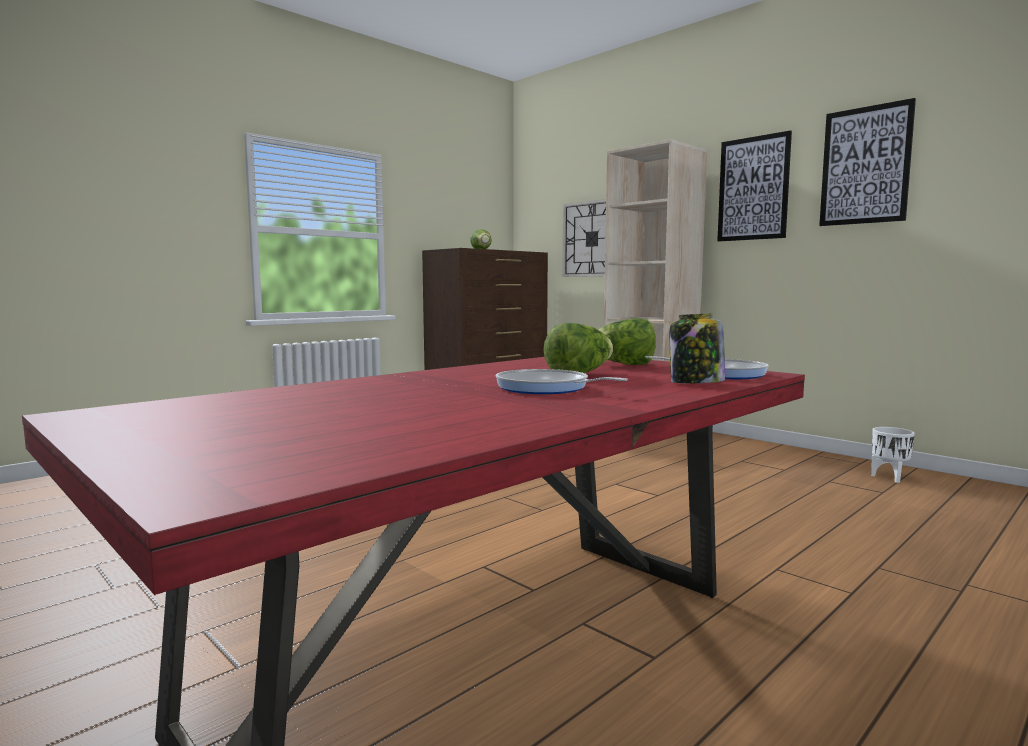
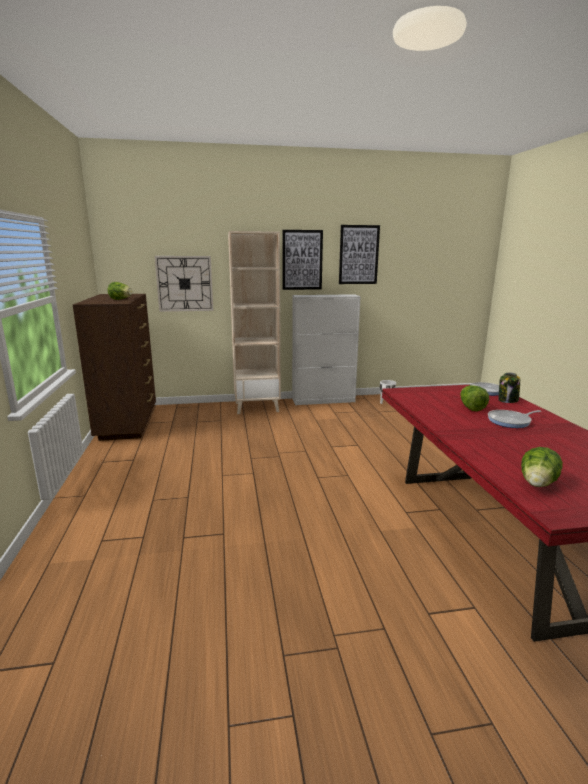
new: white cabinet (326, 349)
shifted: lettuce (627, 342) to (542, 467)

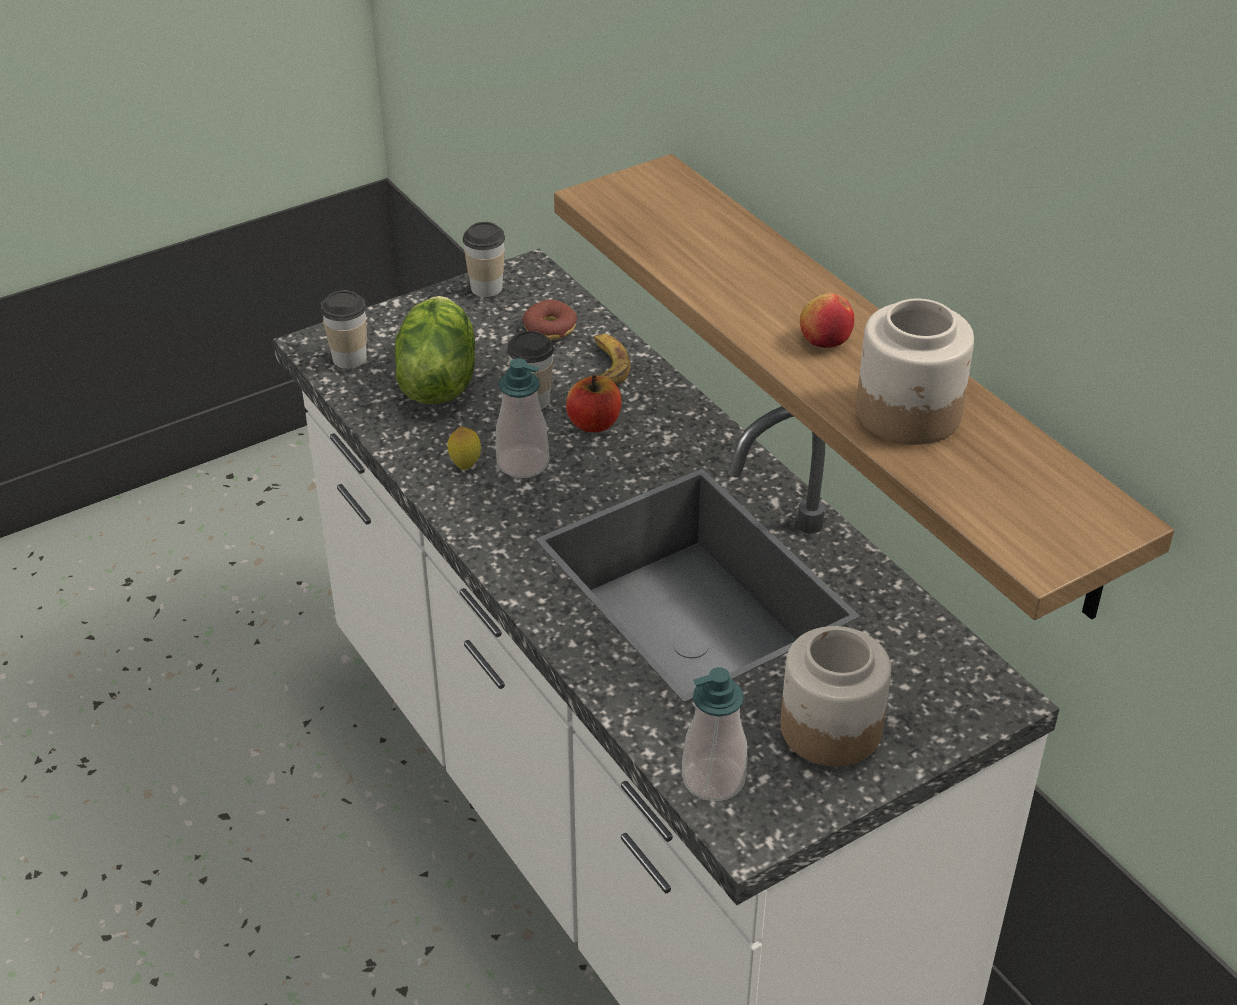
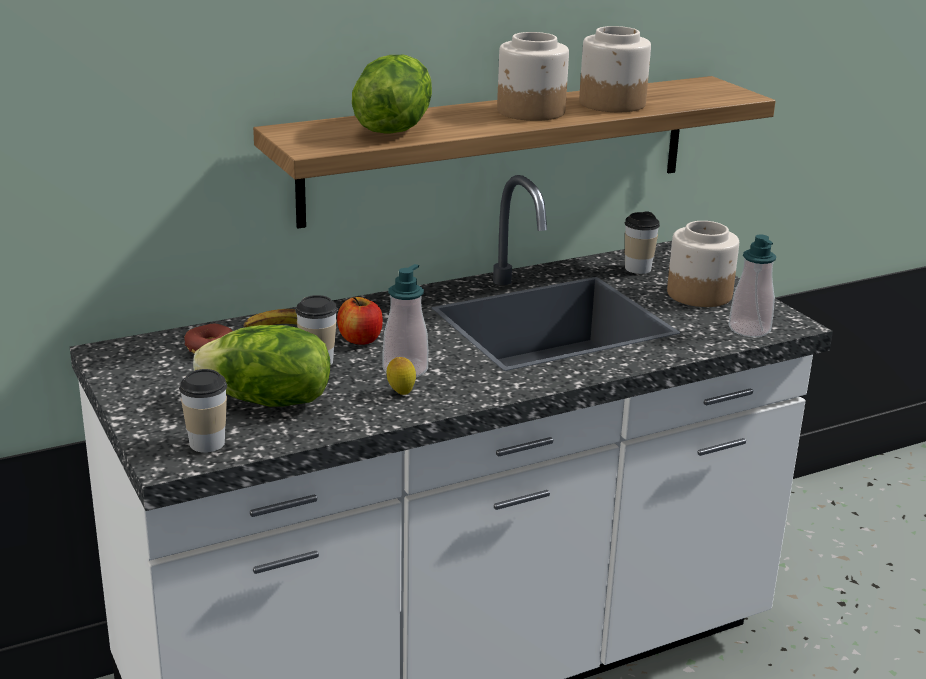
new: lettuce (392, 94)
shifted: cup (483, 259) to (642, 242)
swapped: apple (827, 320) to jar (533, 76)

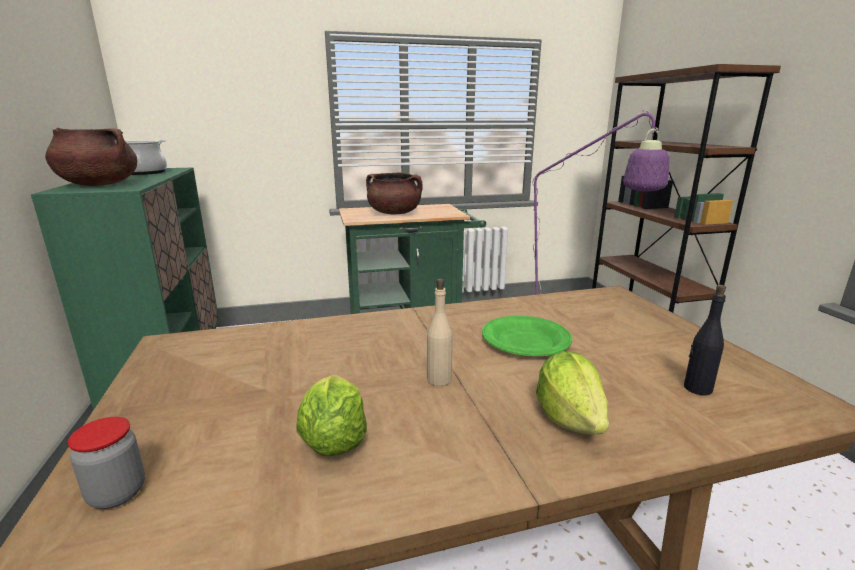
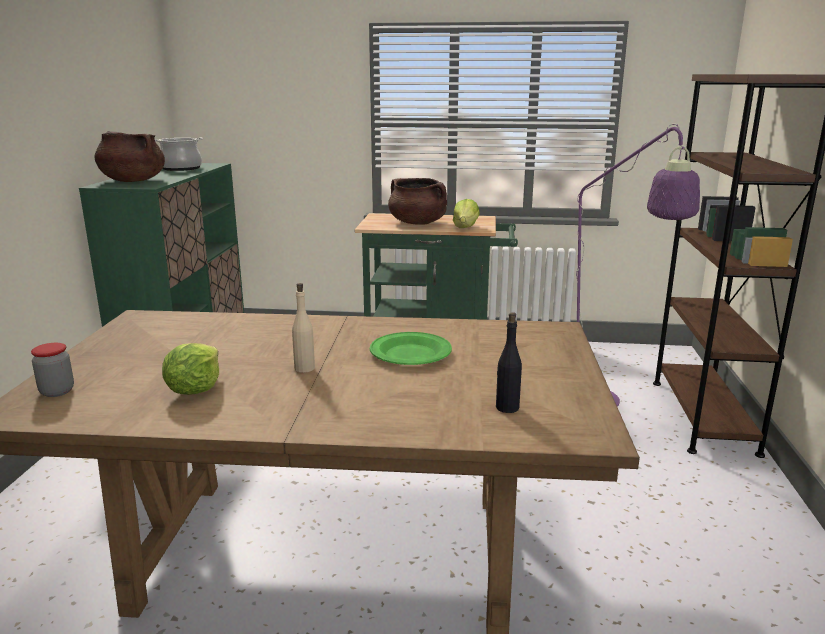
shifted: lettuce (572, 392) to (466, 213)

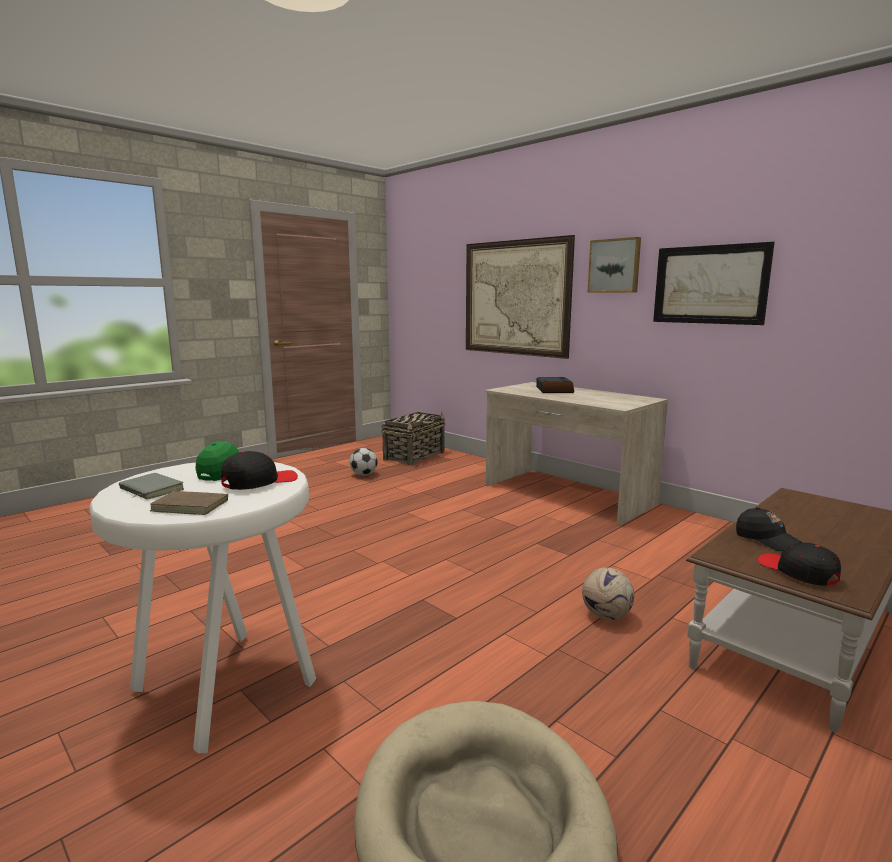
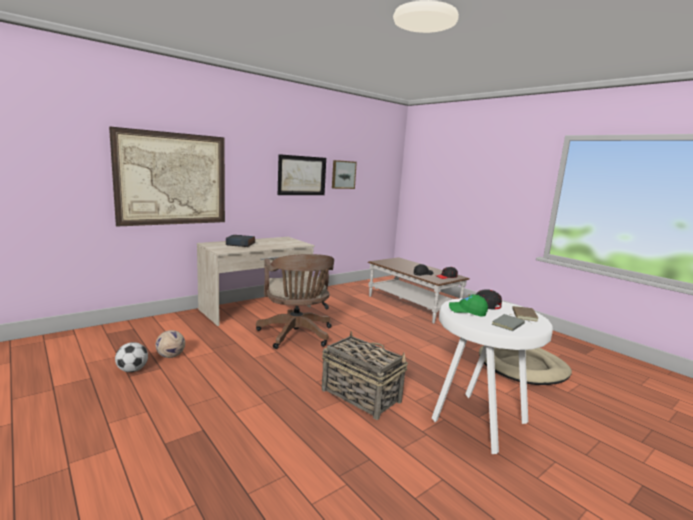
new: brown office chair (295, 301)
shifted: picture (614, 265) to (344, 174); basket (413, 438) to (365, 375); football (608, 593) to (170, 344)

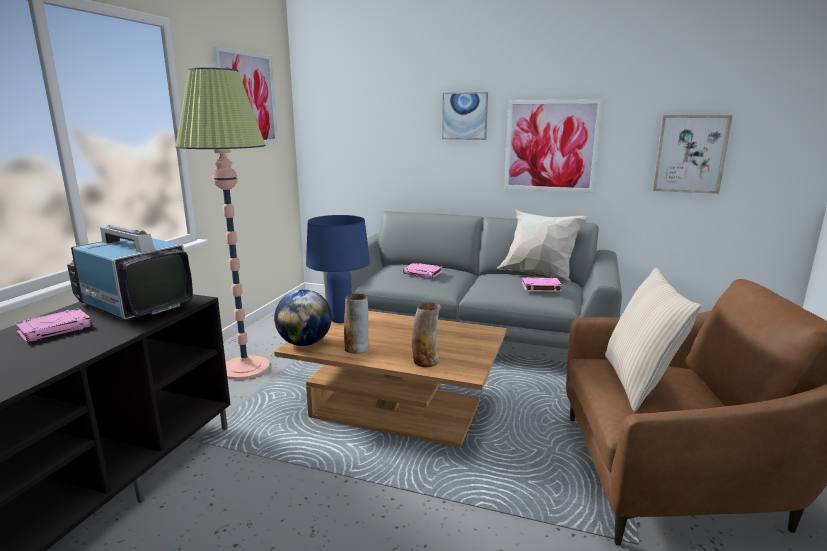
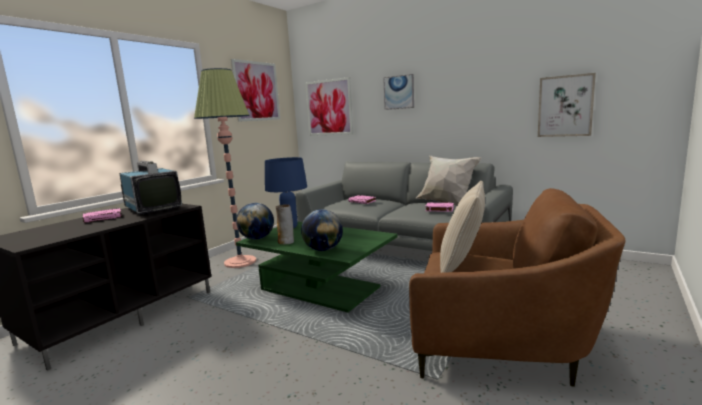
shifted: picture (553, 146) to (329, 106)
swapped: vase (426, 334) to globe (322, 230)
repainted: brown coffee table (390, 379) to green coffee table (317, 267)

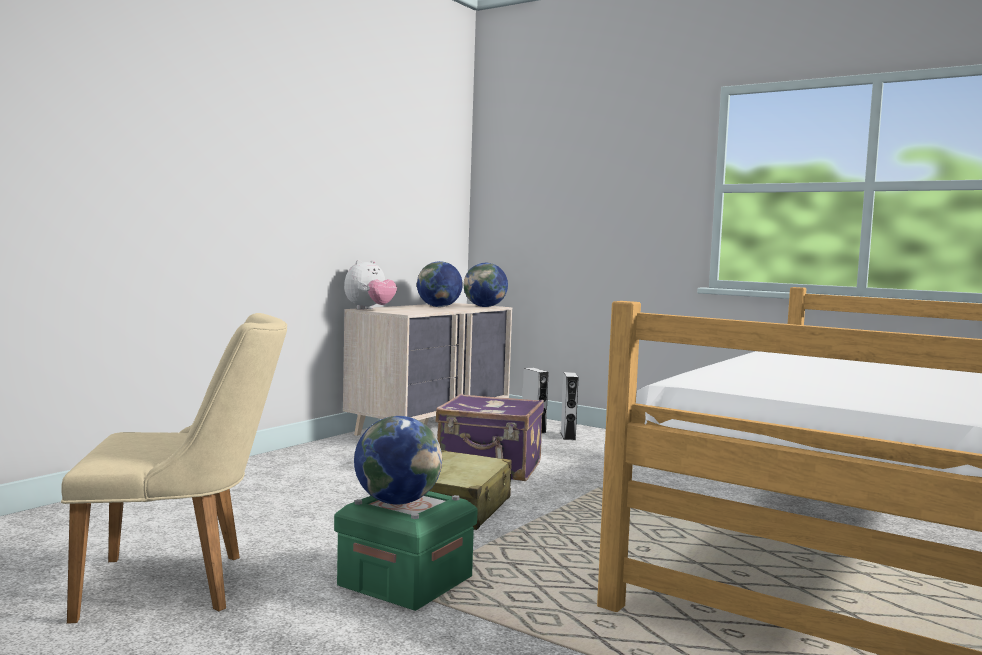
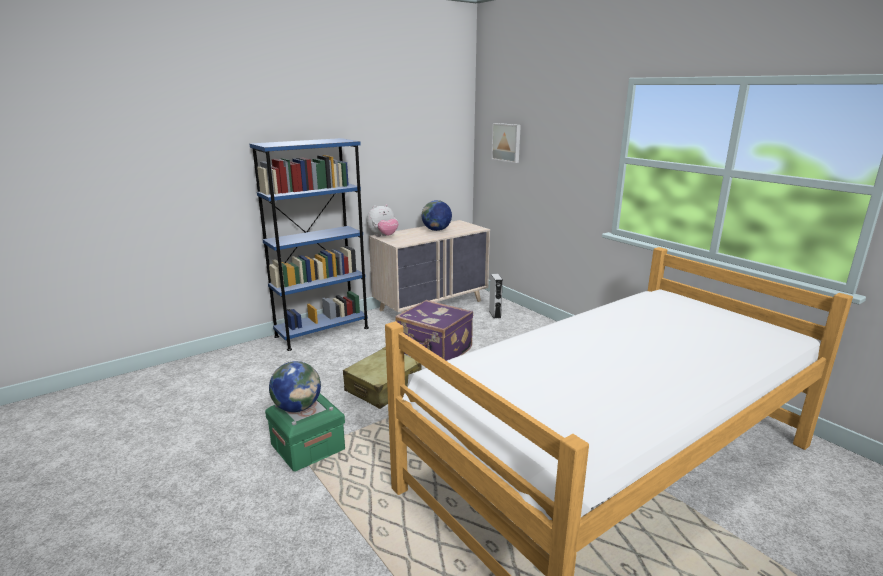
gone: globe (486, 285); beige chair (174, 468); grey speaker (570, 406)
new: picture (506, 143); blue bookcase (309, 244)

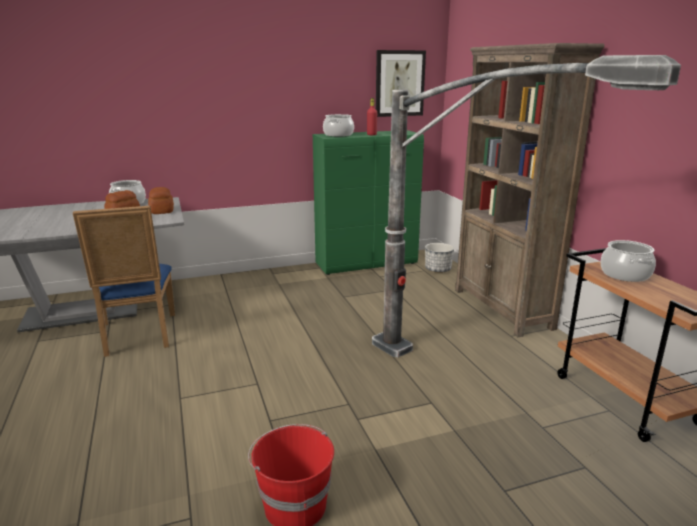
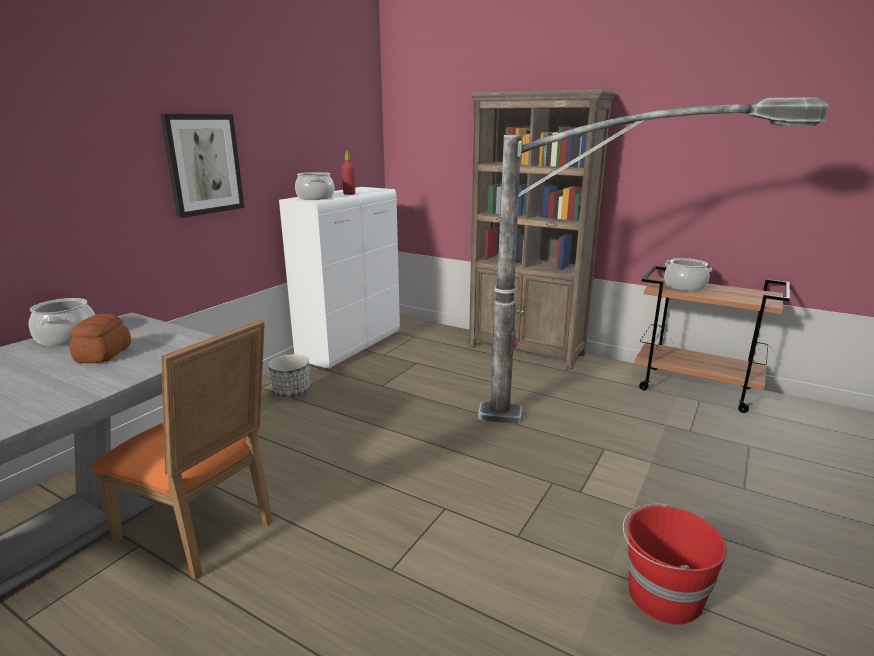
gone: bread (161, 200)
shifted: picture (401, 83) to (202, 166); planter (439, 258) to (288, 375)
repainted: green cabinet (368, 202) to white cabinet (339, 278); blue chair (124, 281) to orange chair (181, 450)

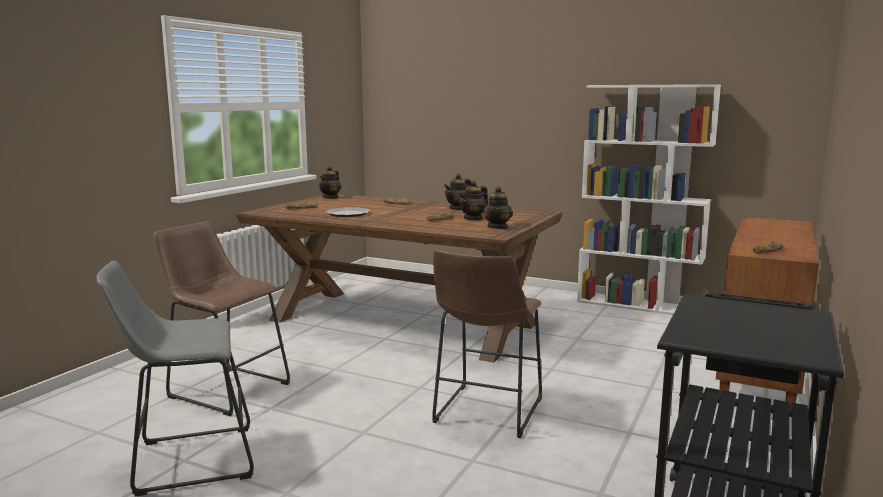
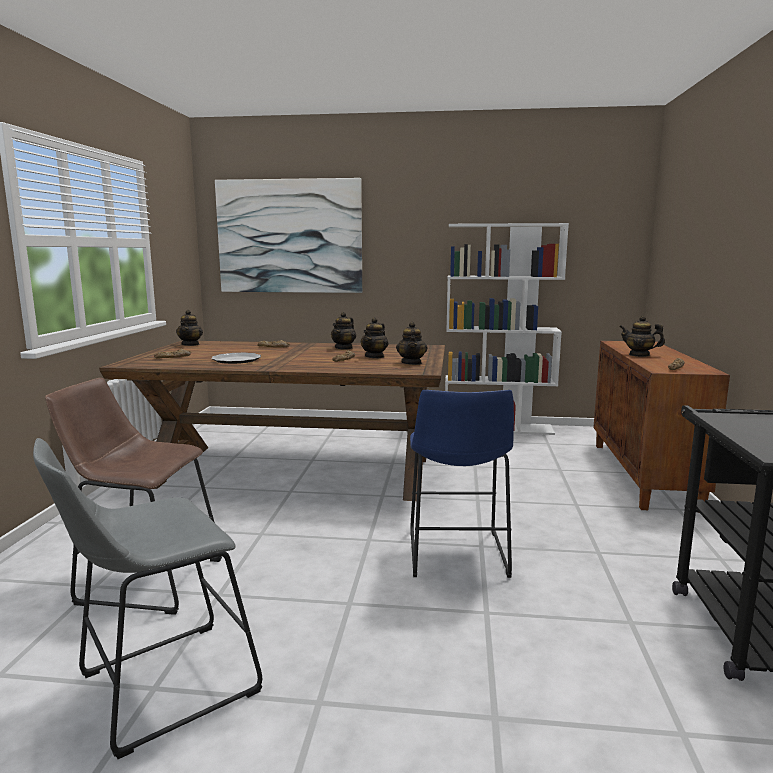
new: picture (288, 235); teapot (642, 336)
repainted: brown stool (487, 344) to blue stool (462, 484)

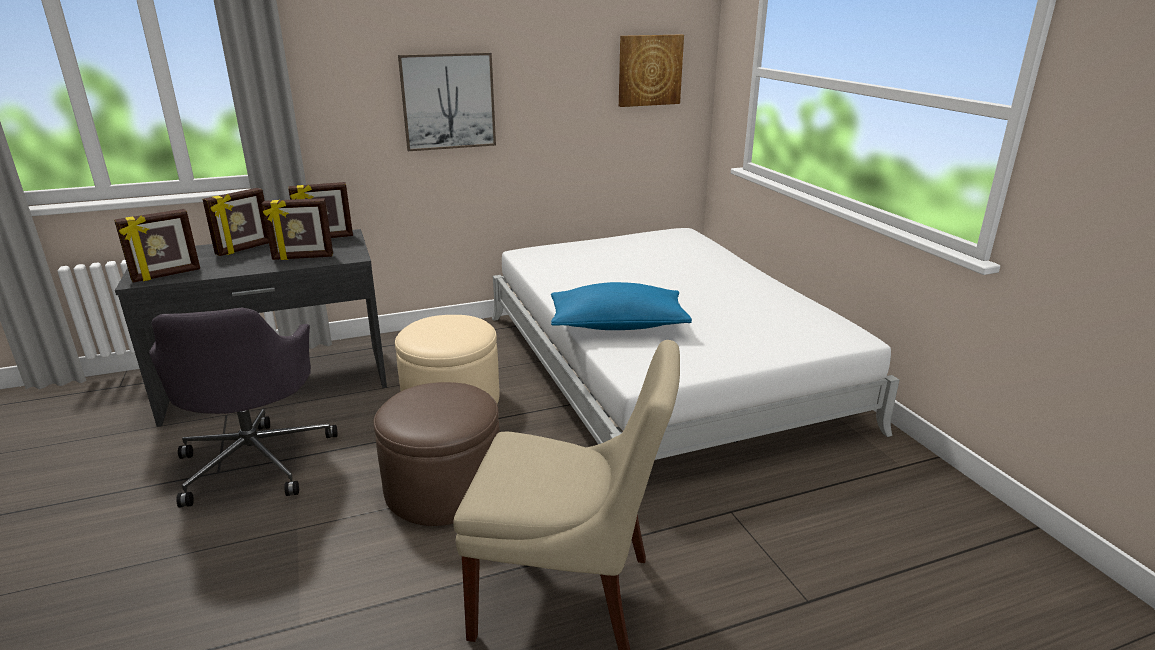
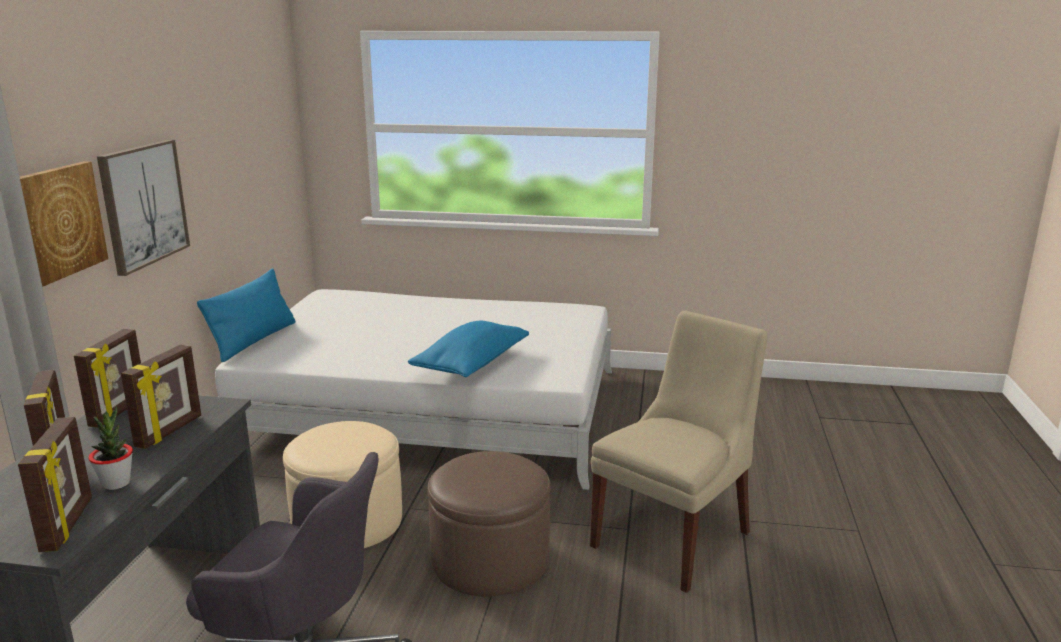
new: blue pillow (246, 315); potted plant (110, 448)
shifted: picture (651, 70) to (64, 224)

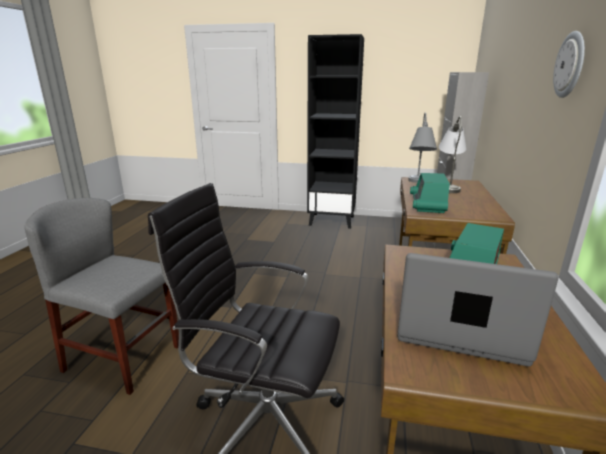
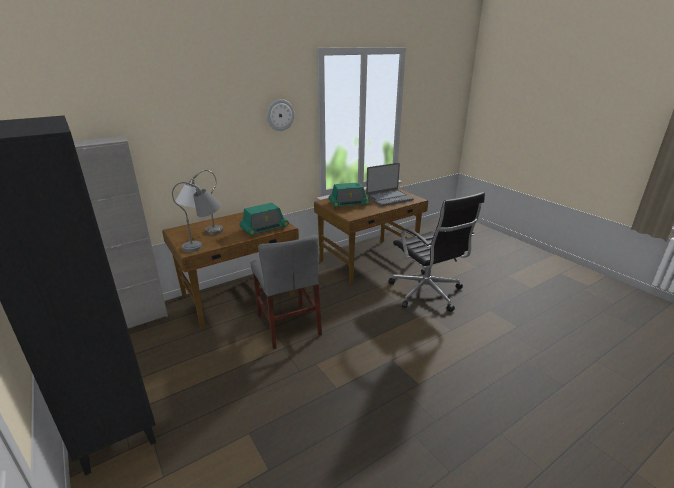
shifted: grey chair (101, 296) to (286, 291)
rotated: laptop (478, 310) = (390, 184) 90 degrees counterclockwise

